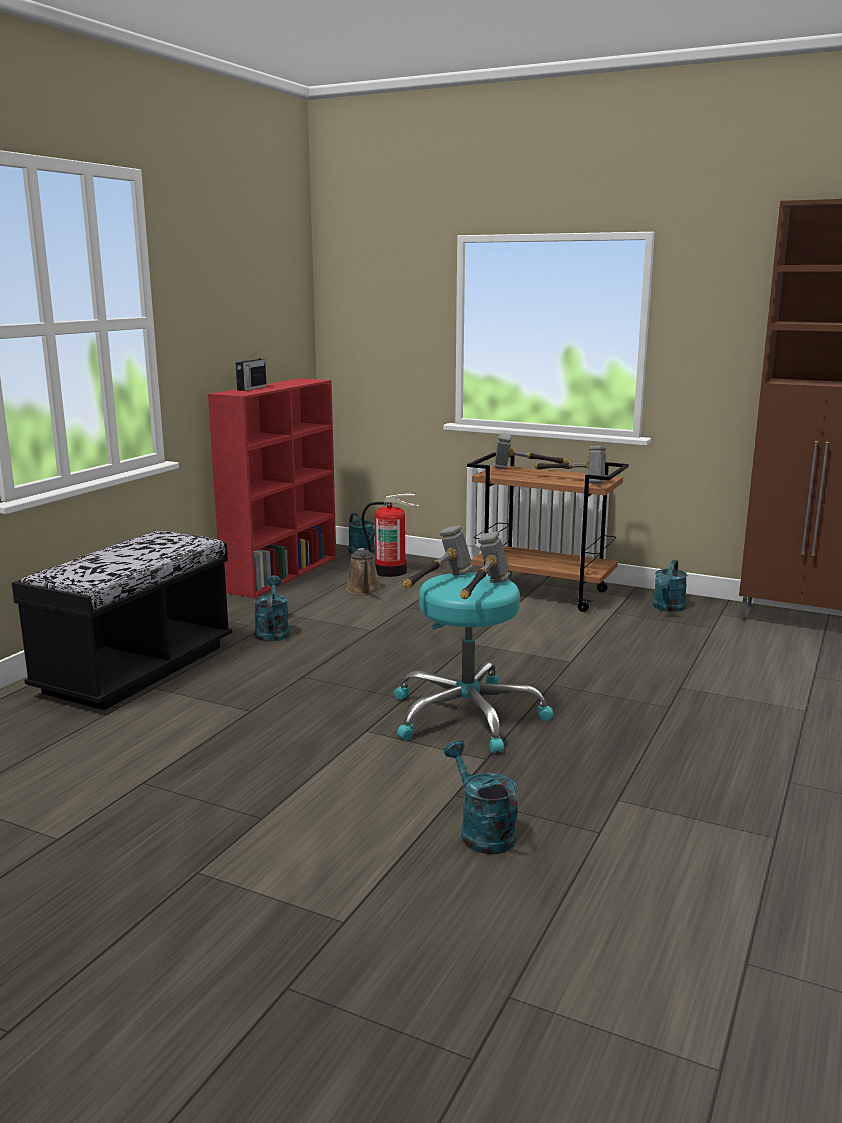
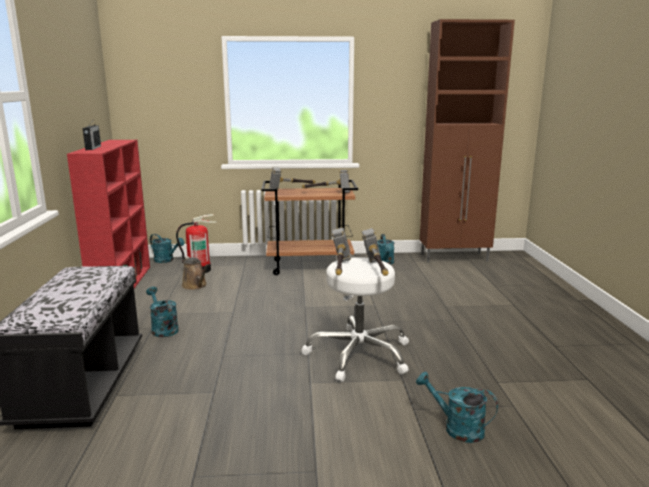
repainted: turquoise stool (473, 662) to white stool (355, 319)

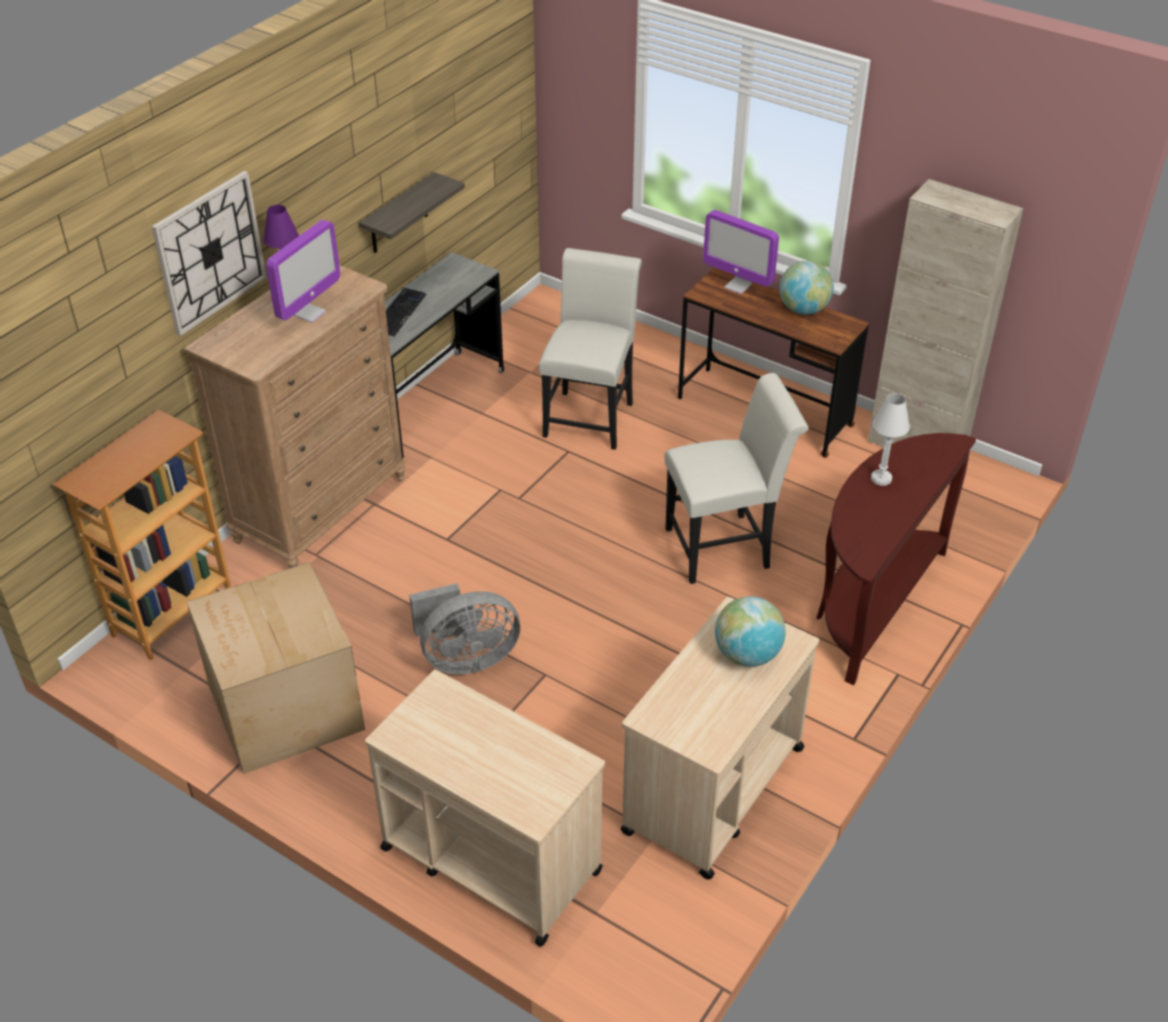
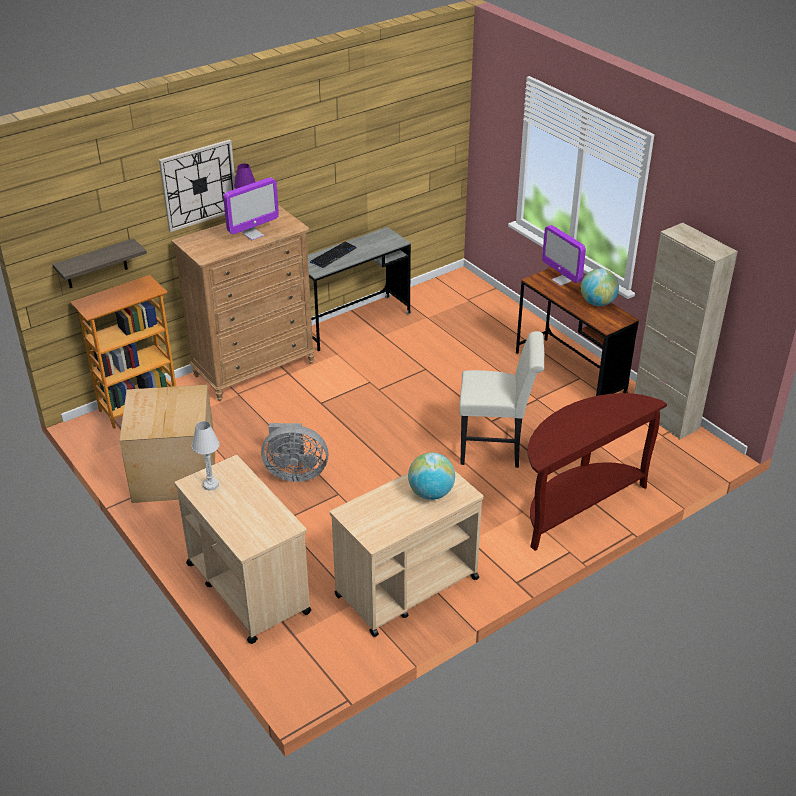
gone: white chair (590, 349)
shifted: shelf (412, 212) to (99, 263); white table lamp (890, 439) to (206, 456)

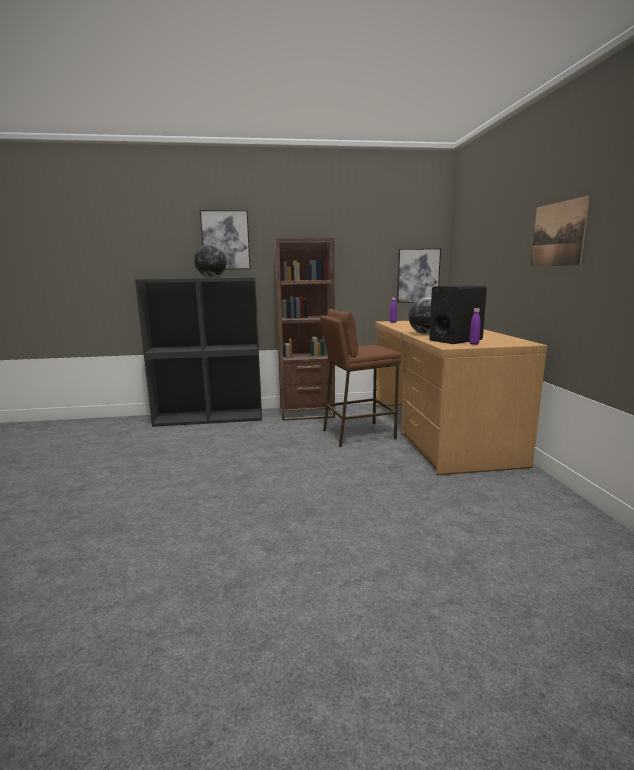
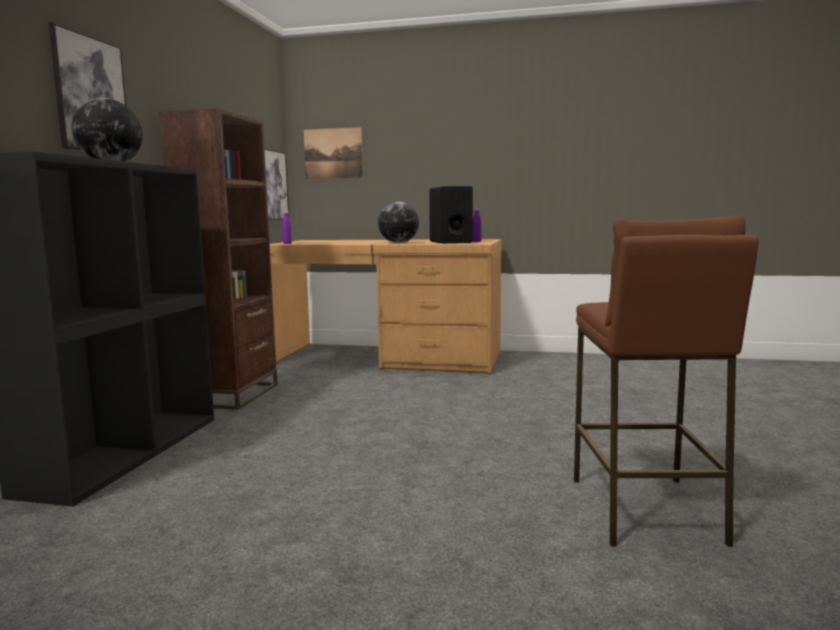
shifted: picture (560, 231) to (333, 153); brown stool (360, 378) to (666, 381)

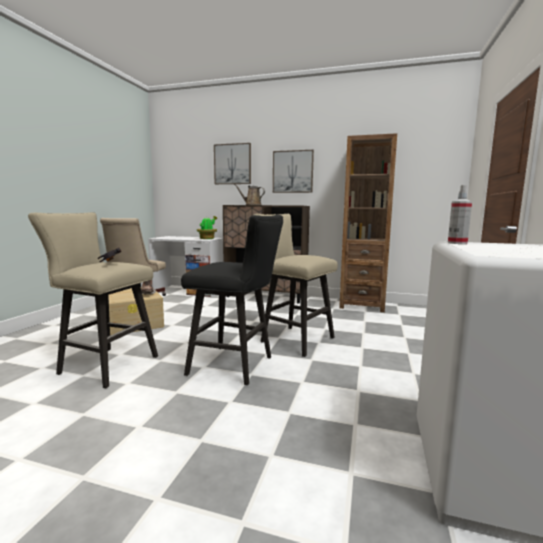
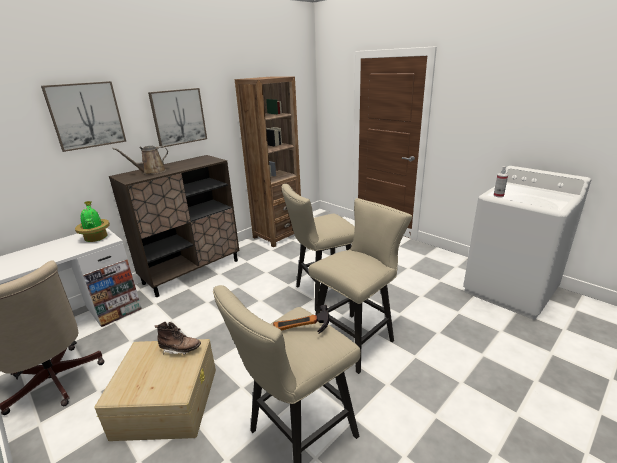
repainted: black stool (232, 300) to beige stool (360, 286)

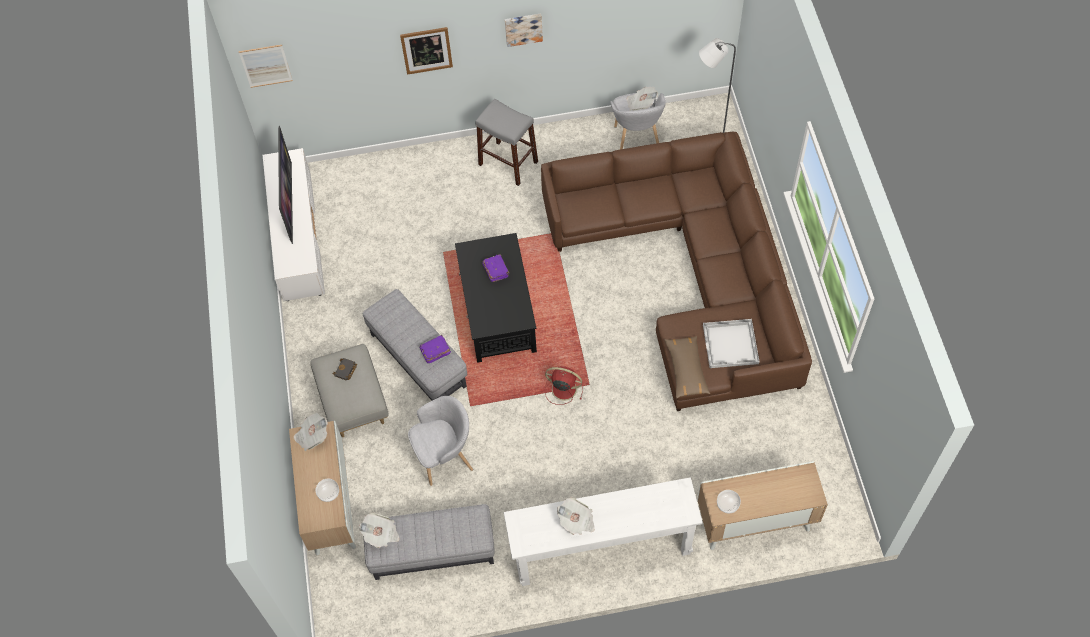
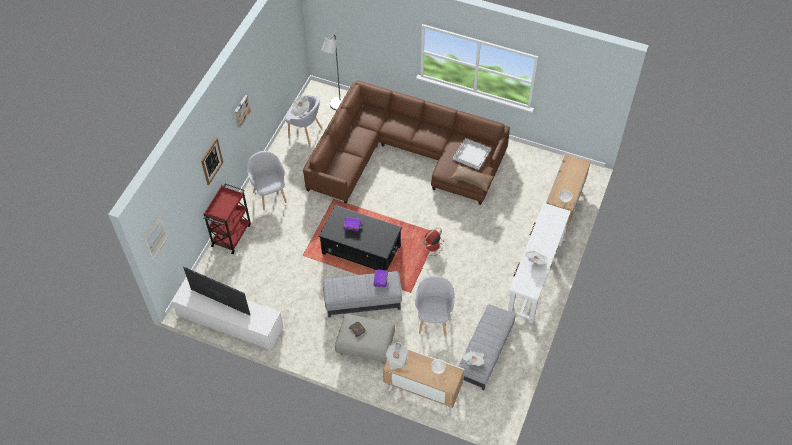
new: red cart (227, 219)
swapped: grey stool (506, 142) to grey armchair (267, 181)

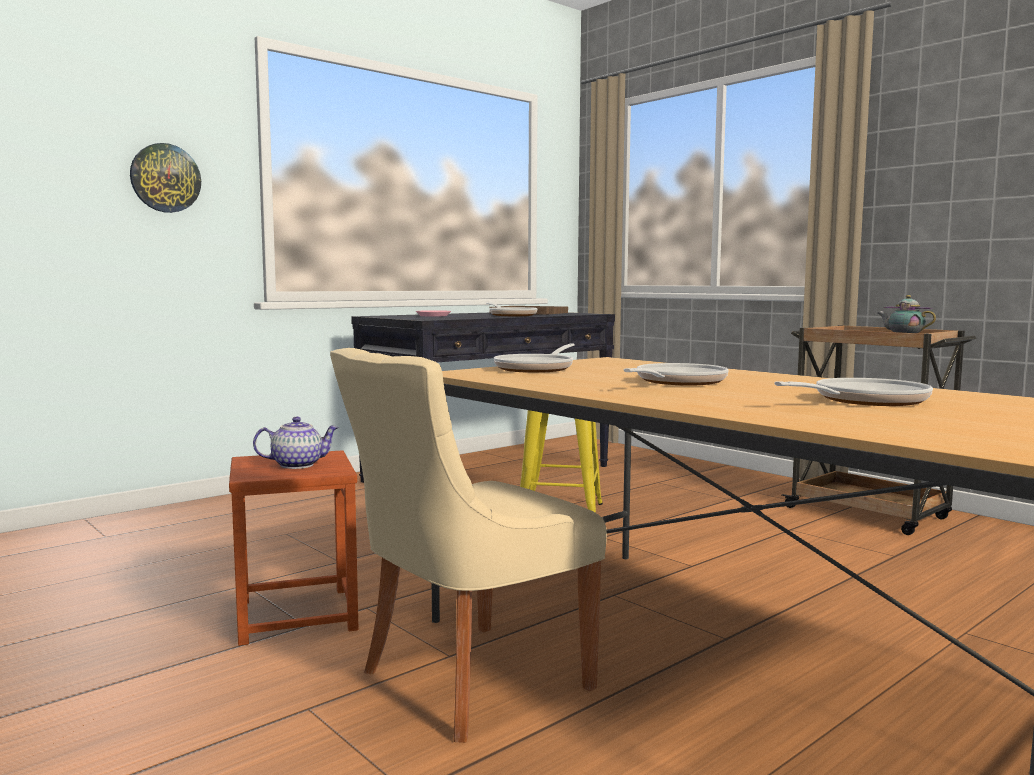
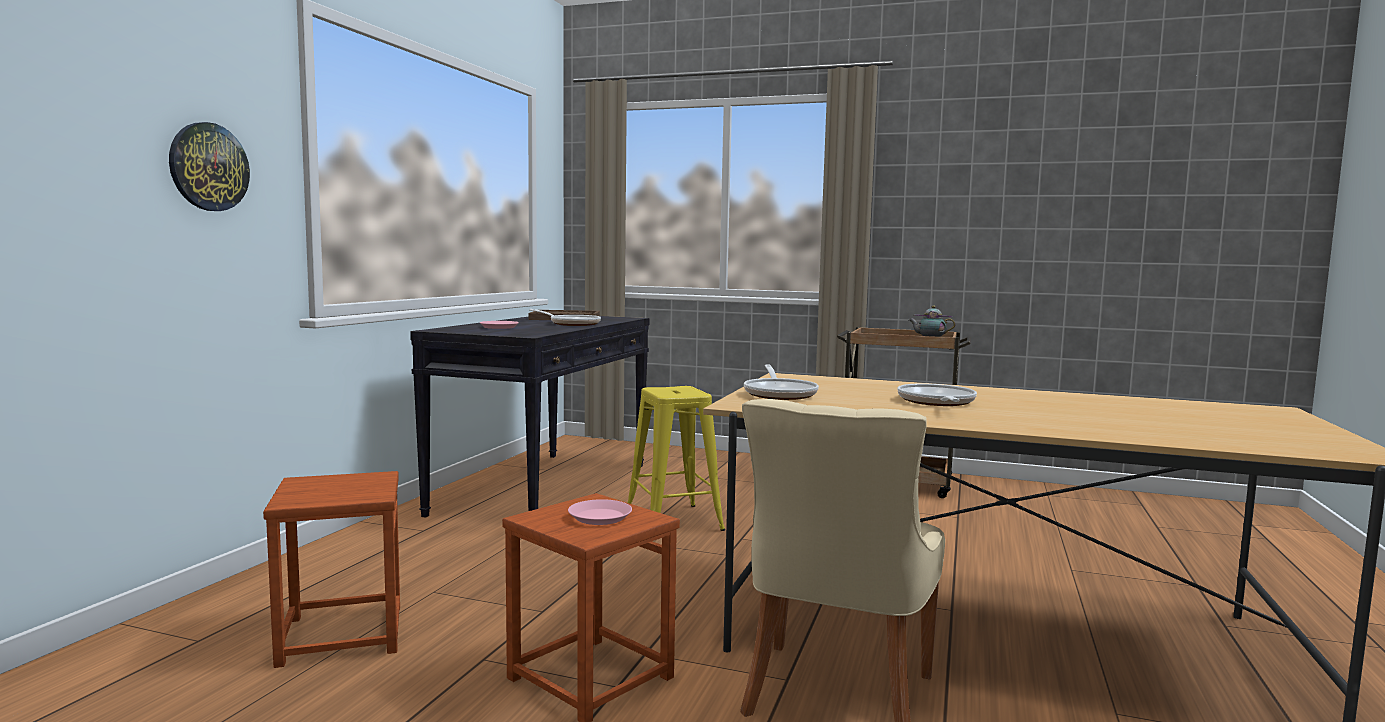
gone: frying pan (853, 392)
new: brown stool (331, 569)
swapped: teapot (296, 442) to pink plate (600, 512)

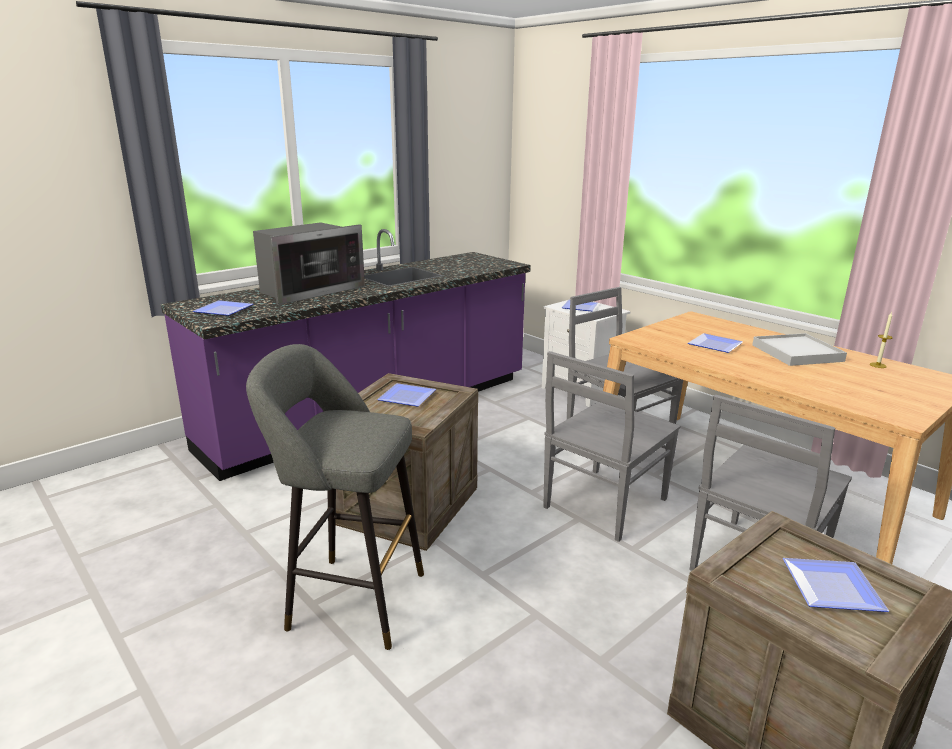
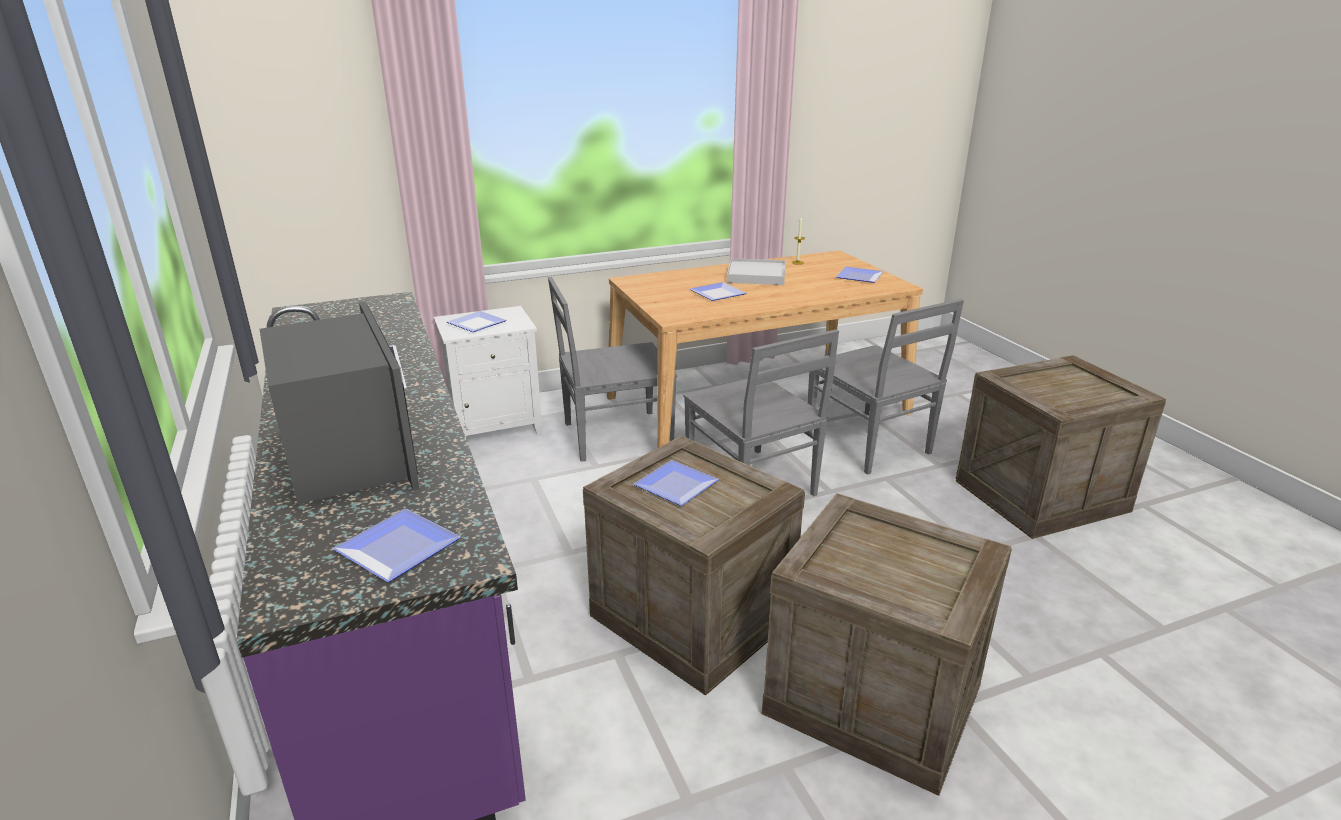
shifted: plate (836, 585) to (860, 275)
swapped: grey stool (335, 497) to crate (887, 644)

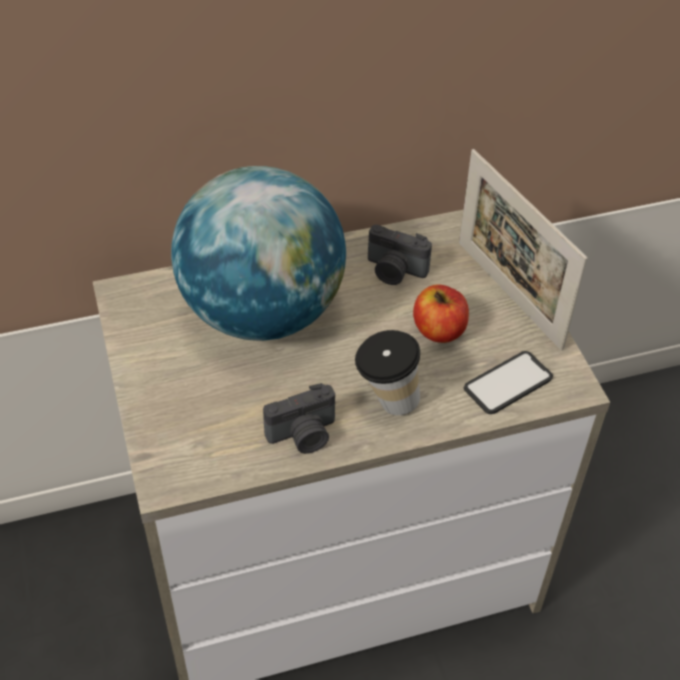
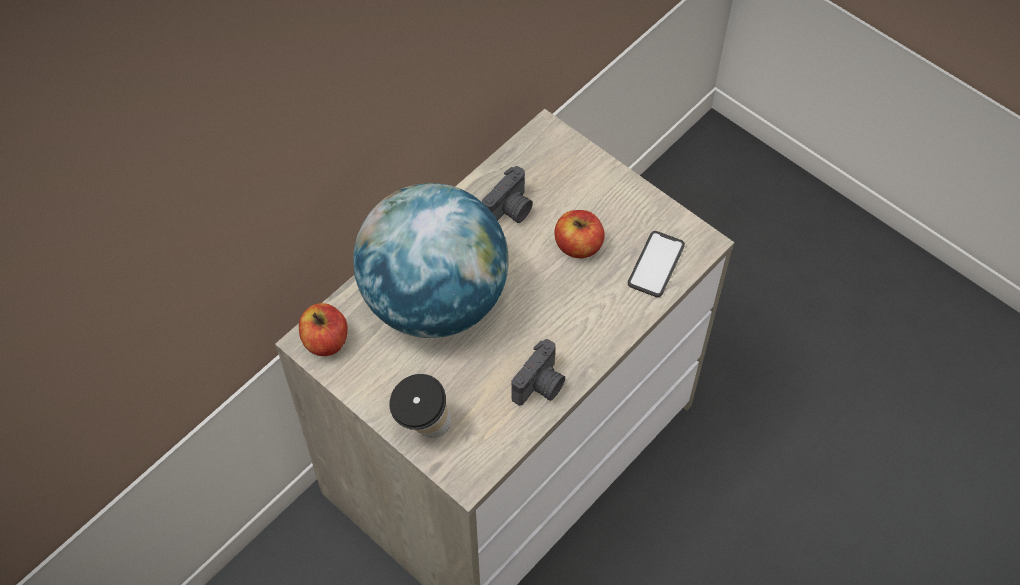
gone: picture frame (523, 250)
new: apple (323, 329)
shifted: cup (387, 372) to (420, 406)
rotated: photo camera (400, 255) = (507, 194) 45 degrees counterclockwise

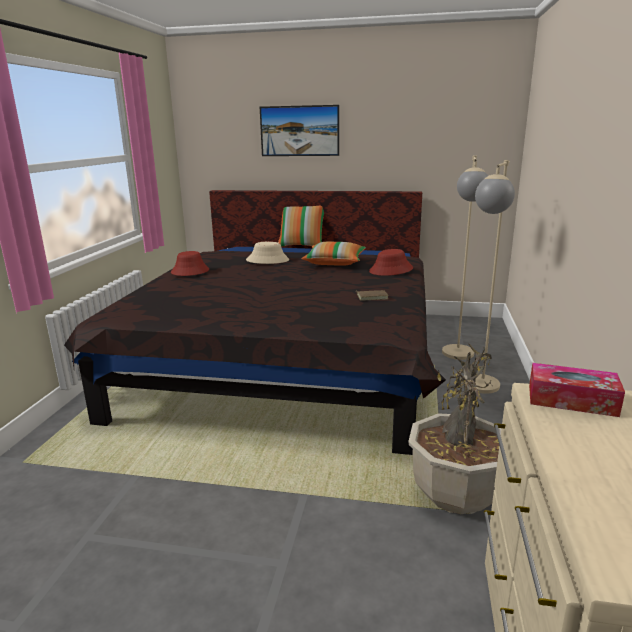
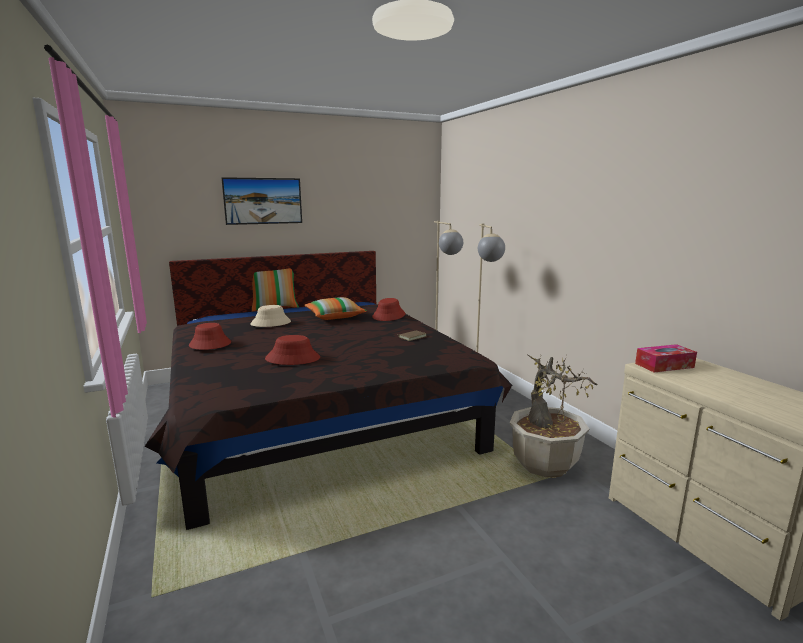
new: red hat (292, 350)

